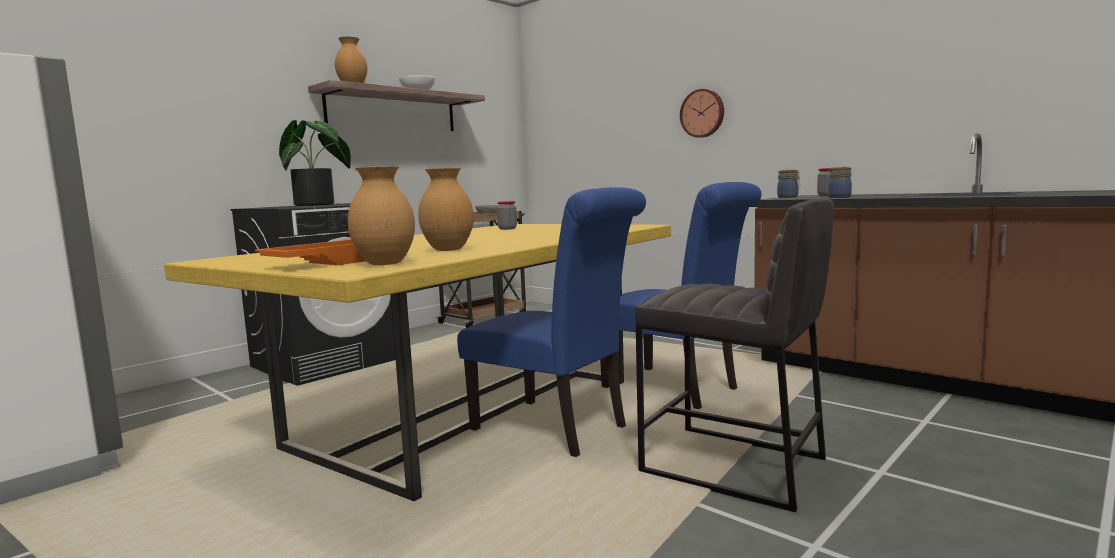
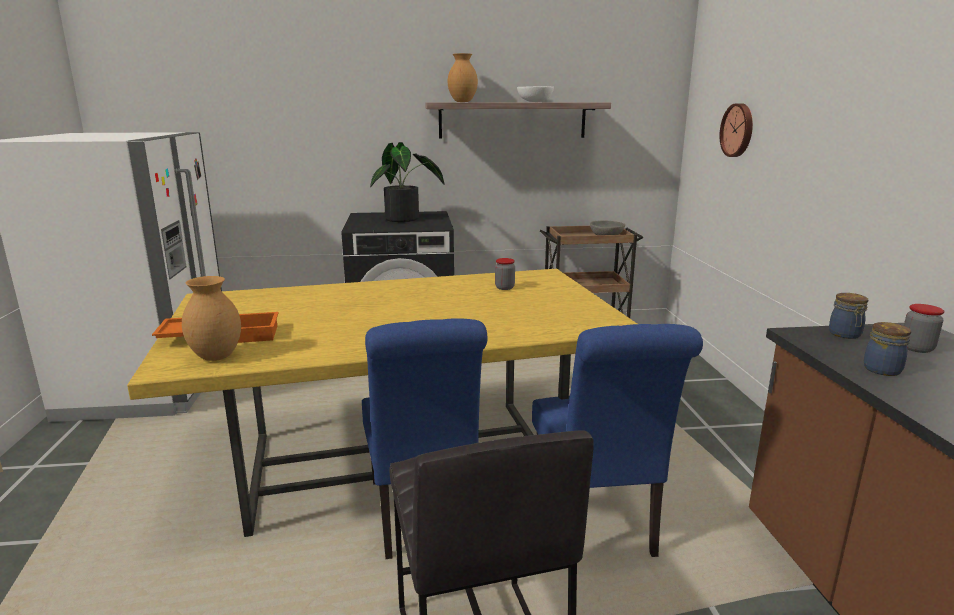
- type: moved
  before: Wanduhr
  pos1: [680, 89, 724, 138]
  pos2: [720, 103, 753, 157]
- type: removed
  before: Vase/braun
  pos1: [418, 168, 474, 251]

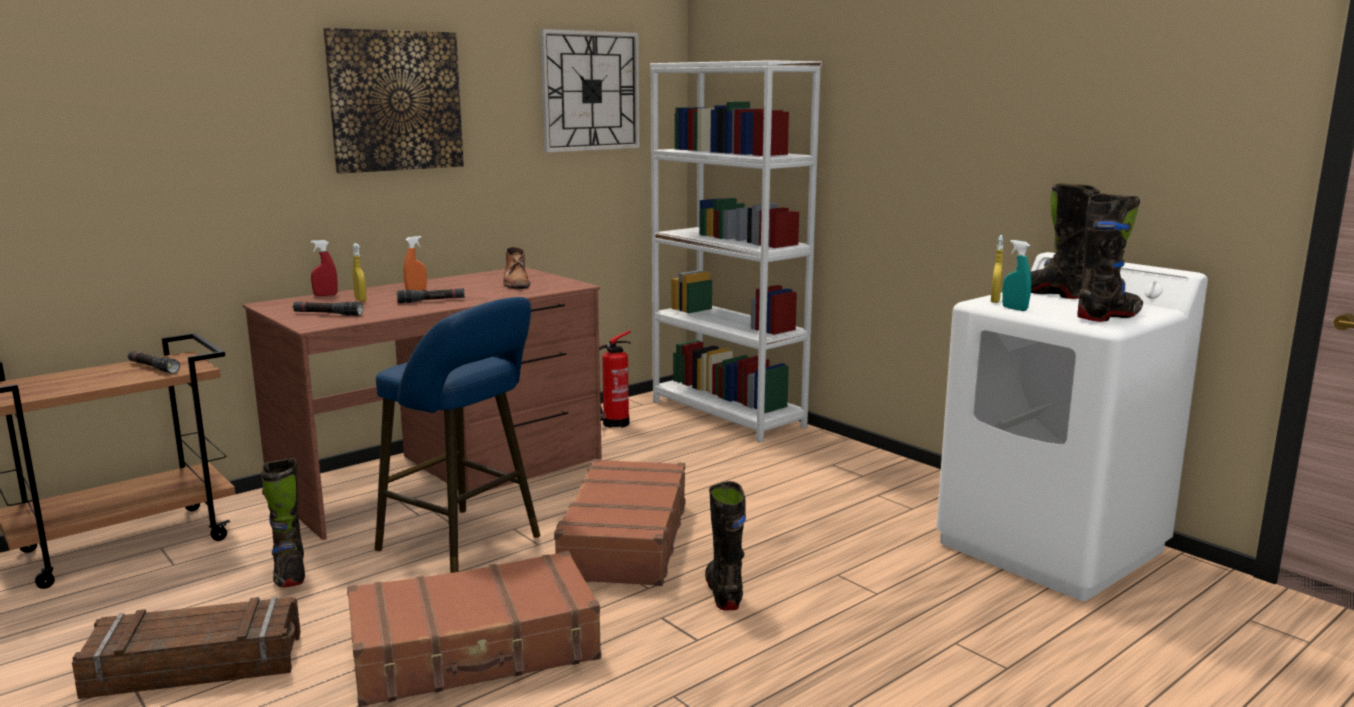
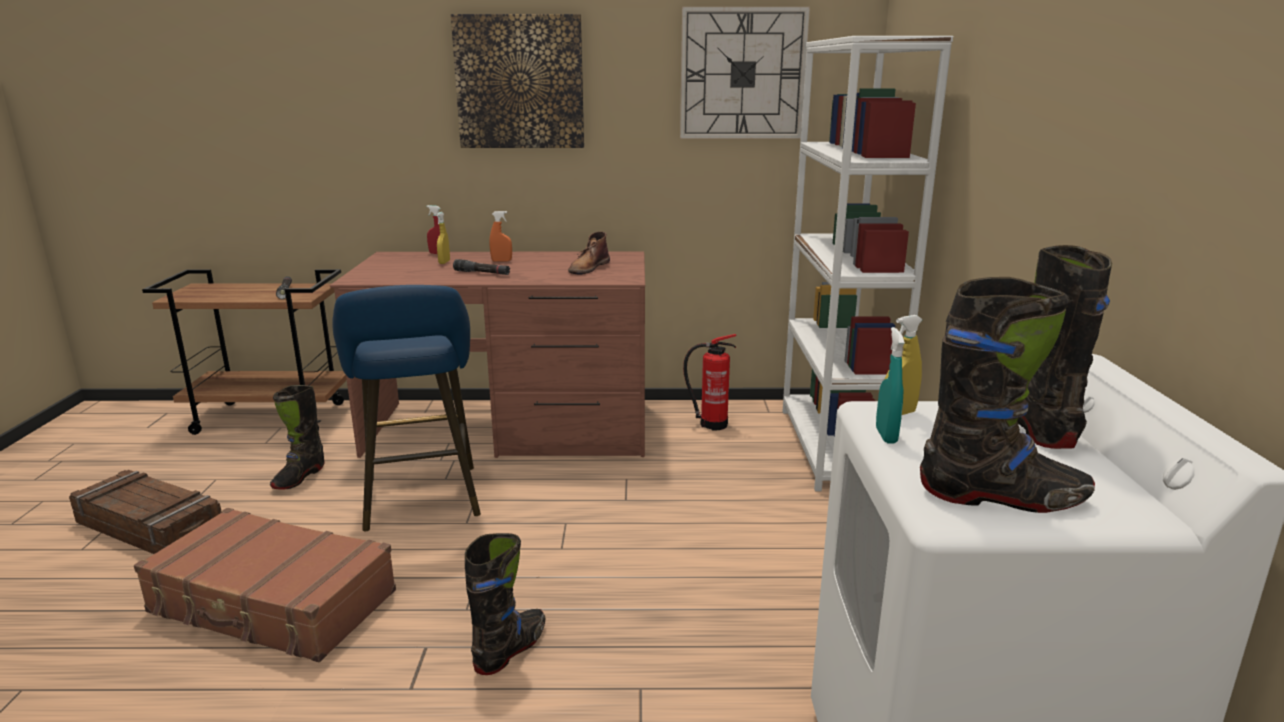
- type: removed
  before: Taschenlampe/schwarz
  pos1: [293, 302, 363, 316]
- type: removed
  before: Koffer/braun
  pos1: [554, 459, 685, 586]

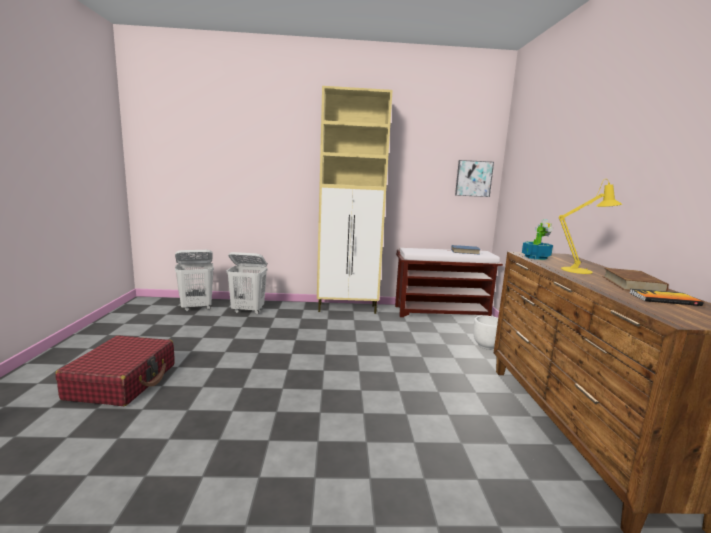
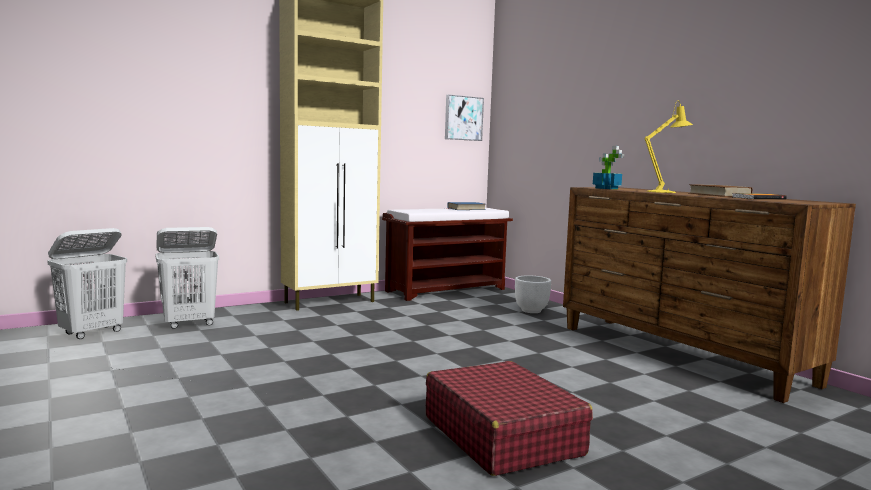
- type: moved
  before: Koffer/rot
  pos1: [55, 335, 175, 406]
  pos2: [426, 361, 593, 476]

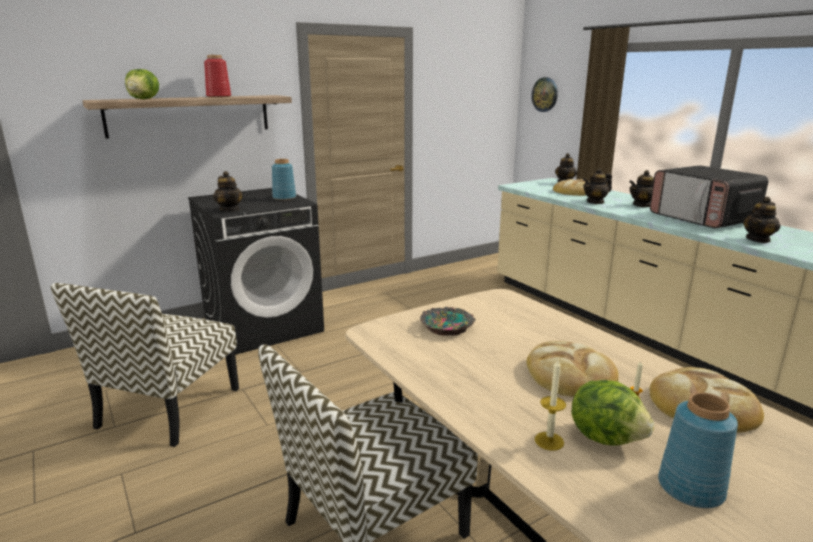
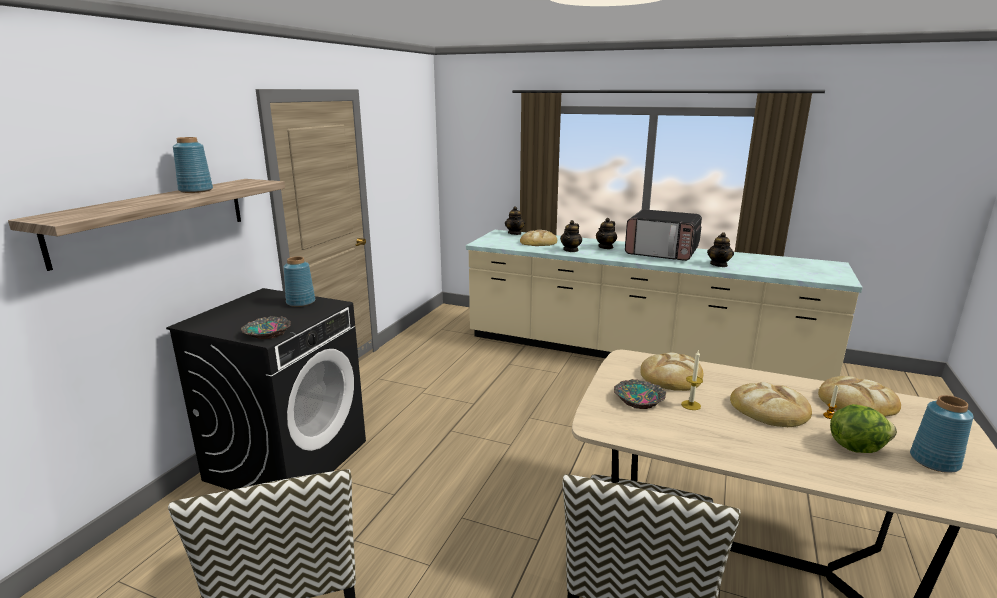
- type: recoloured
  before: Vase/rot
  after: Vase/blau
  pos1: [204, 55, 231, 98]
  pos2: [173, 137, 213, 193]
- type: removed
  before: Salatkopf
  pos1: [125, 69, 159, 99]
- type: removed
  before: Wanduhr
  pos1: [531, 77, 558, 112]
- type: replaced
  before: Teekanne
  after: Schüssel
  pos1: [213, 171, 243, 212]
  pos2: [241, 316, 291, 339]
- type: moved
  before: Kerze
  pos1: [535, 359, 566, 450]
  pos2: [681, 351, 703, 410]
- type: added
  after: Brot
  pos2: [640, 353, 703, 391]

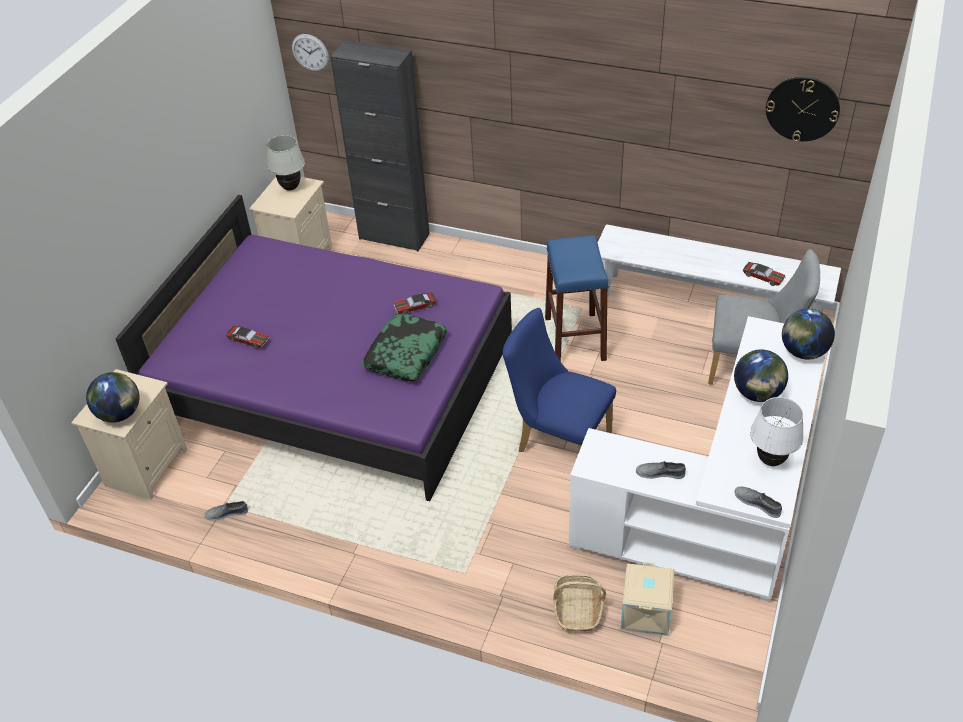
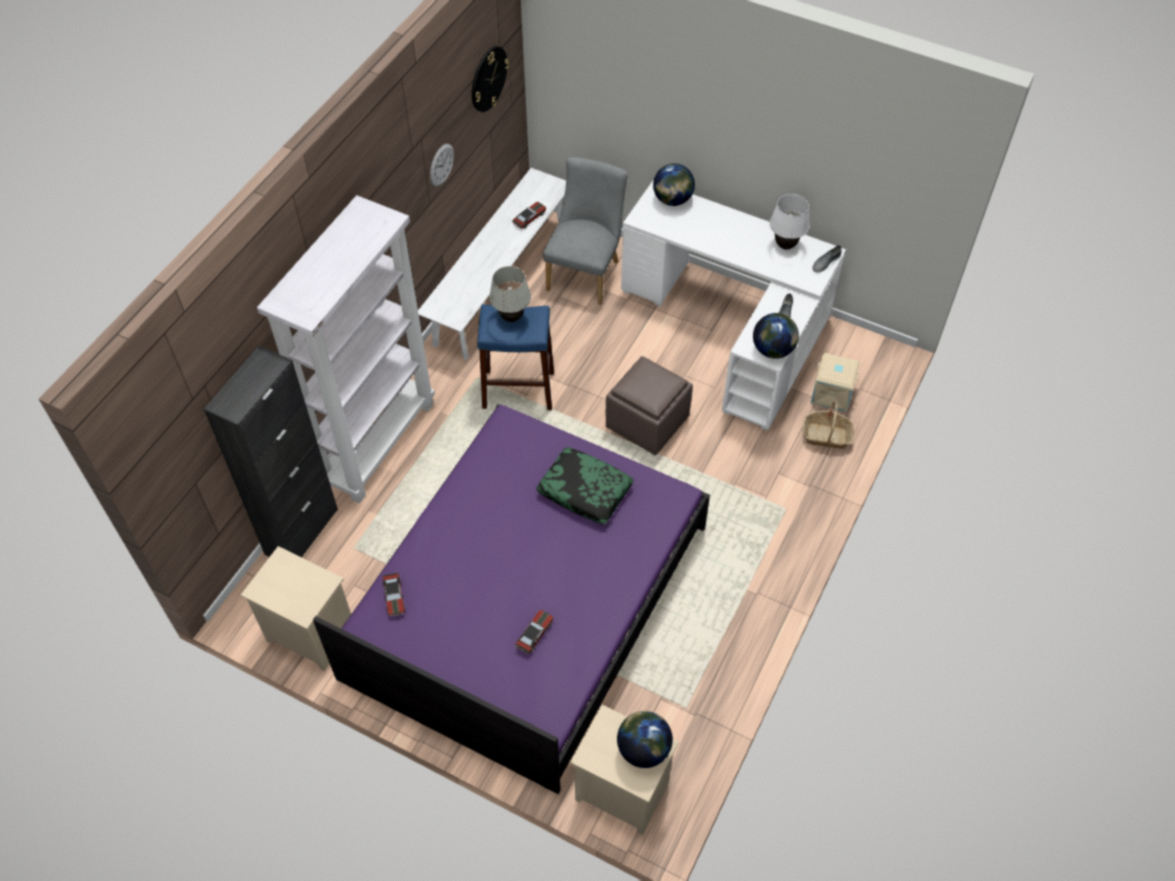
- type: moved
  before: Wanduhr
  pos1: [292, 34, 329, 71]
  pos2: [430, 144, 454, 186]
- type: moved
  before: Tischlampe/weiß
  pos1: [267, 135, 305, 191]
  pos2: [489, 266, 531, 322]
- type: moved
  before: Spielzeugauto
  pos1: [394, 292, 437, 314]
  pos2: [383, 572, 405, 617]
- type: replaced
  before: Stuhl/blau
  after: Polsterhocker/braun
  pos1: [503, 308, 616, 452]
  pos2: [606, 356, 693, 455]
- type: moved
  before: Globus
  pos1: [734, 350, 788, 402]
  pos2: [753, 313, 799, 359]
- type: removed
  before: Schuh/grau
  pos1: [205, 501, 248, 521]
- type: added
  after: Bücherregal/weiß
  pos2: [257, 195, 435, 504]

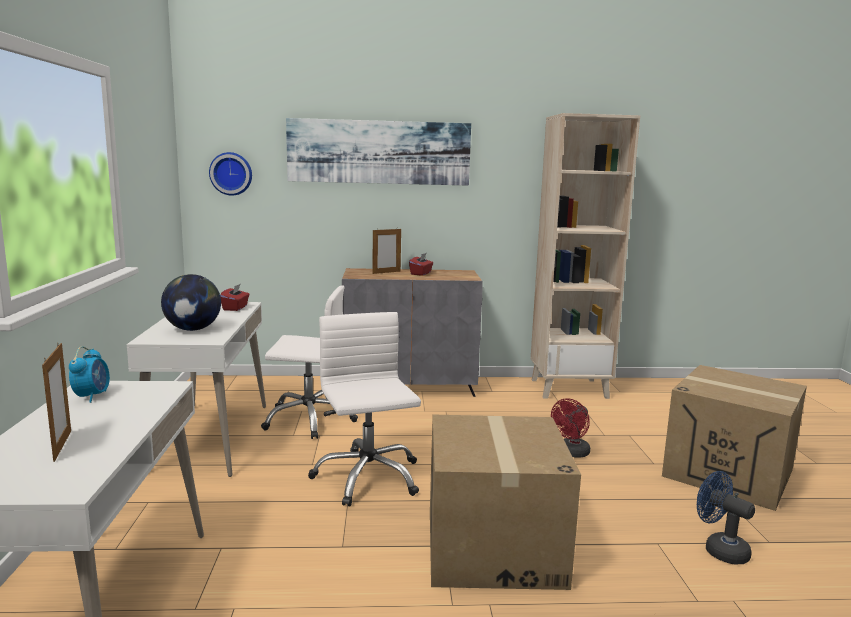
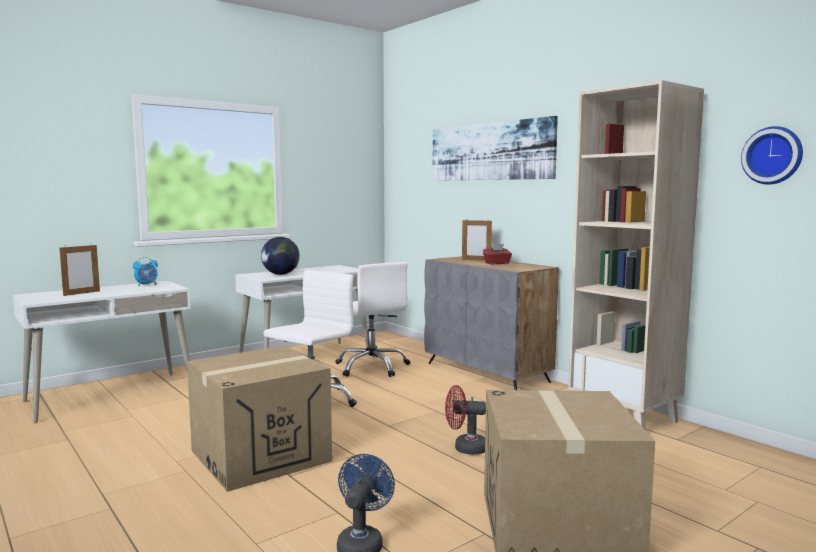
- type: moved
  before: Wanduhr
  pos1: [209, 152, 252, 196]
  pos2: [741, 126, 803, 185]
- type: removed
  before: Taschentuchbox/rot
  pos1: [220, 284, 250, 311]

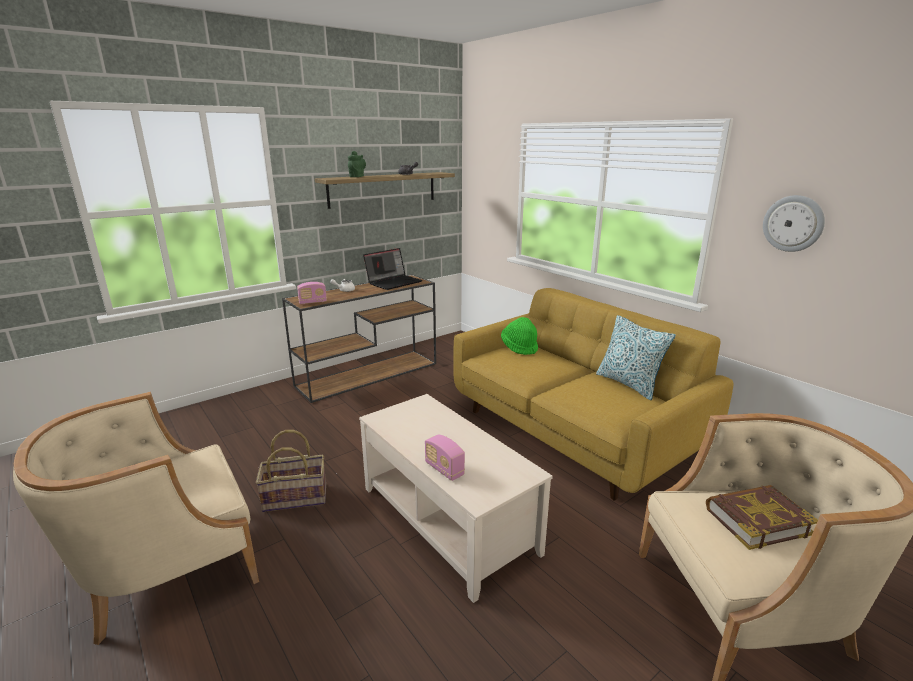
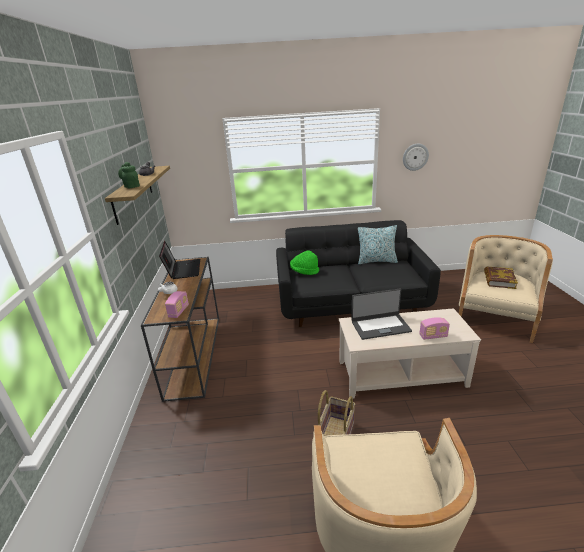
- type: recoloured
  before: Sofa/gelb
  after: Sofa/schwarz
  pos1: [454, 288, 733, 500]
  pos2: [276, 220, 441, 327]
- type: added
  after: Laptop
  pos2: [351, 288, 412, 340]

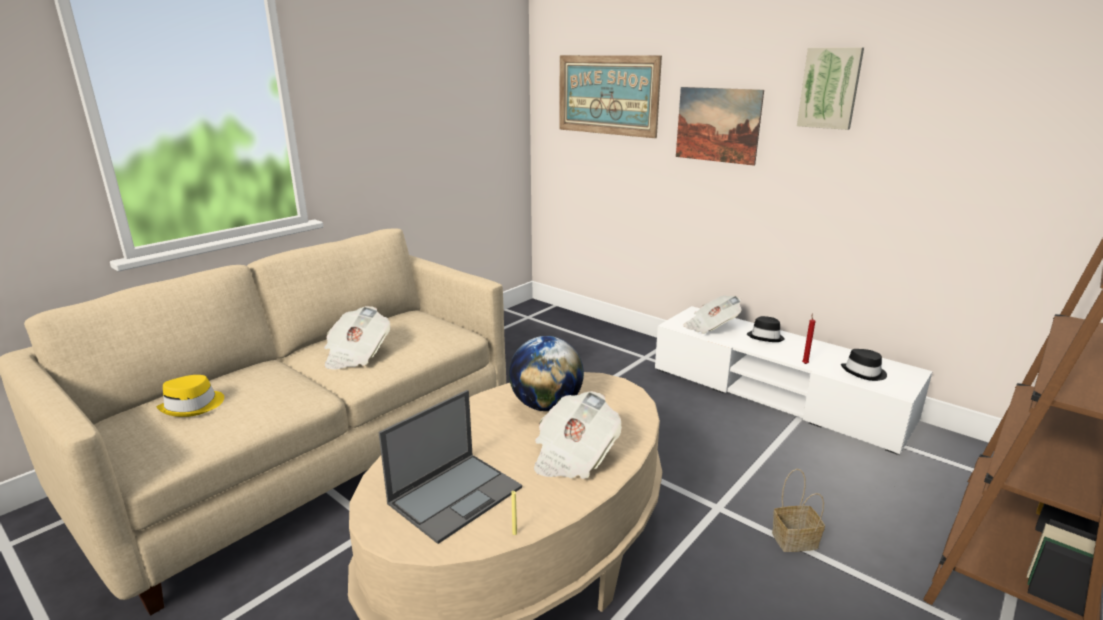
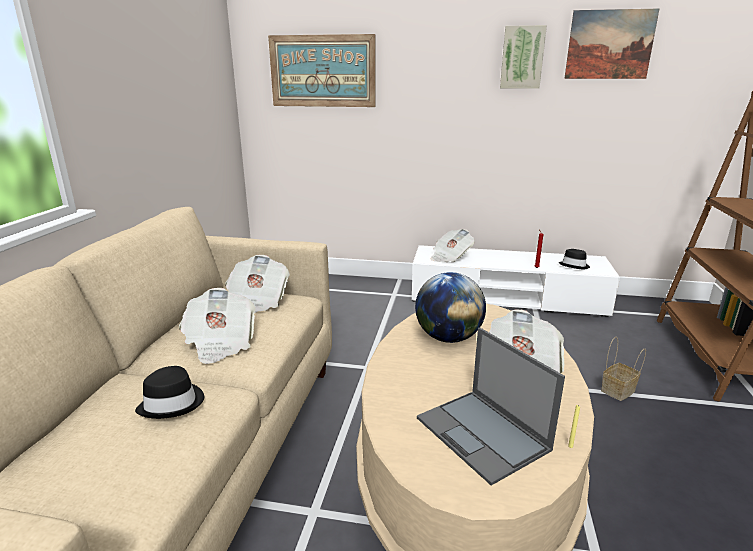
- type: moved
  before: Bild
  pos1: [676, 87, 764, 166]
  pos2: [564, 8, 660, 79]
- type: moved
  before: Hut/schwarz
  pos1: [747, 316, 785, 342]
  pos2: [135, 366, 204, 419]
- type: removed
  before: Hut/gelb
  pos1: [157, 375, 224, 417]
- type: turned
  before: Laptop
  pos1: [378, 390, 522, 544]
  pos2: [417, 327, 565, 485]
  turn: 135
- type: added
  after: Zeitung
  pos2: [225, 255, 290, 313]

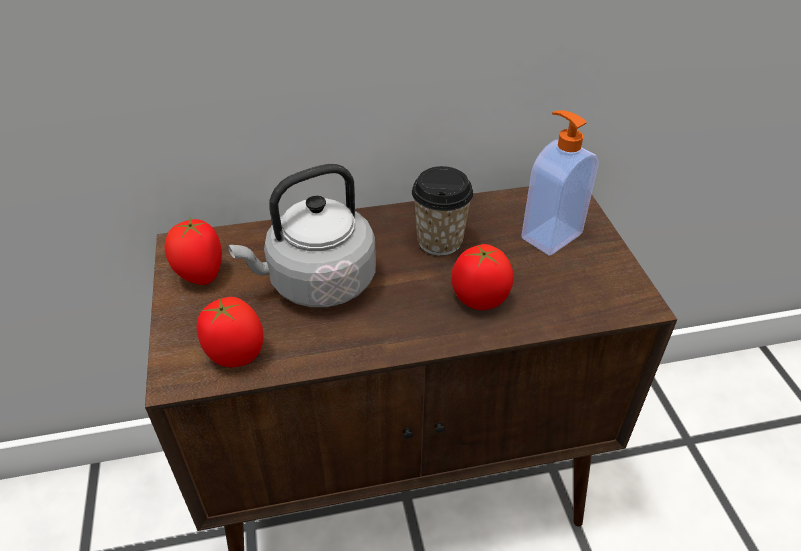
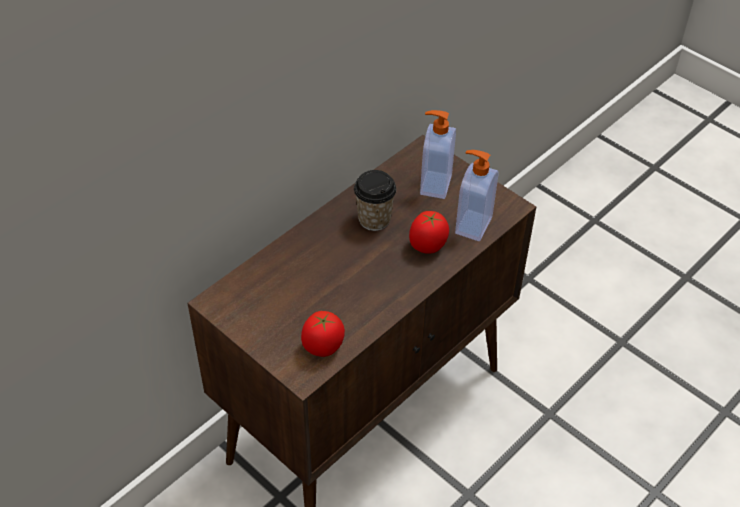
- type: removed
  before: Wasserkessel/grau
  pos1: [228, 164, 376, 307]
- type: removed
  before: Tomate
  pos1: [164, 217, 222, 285]
- type: added
  after: Seifenspender
  pos2: [455, 150, 499, 241]

